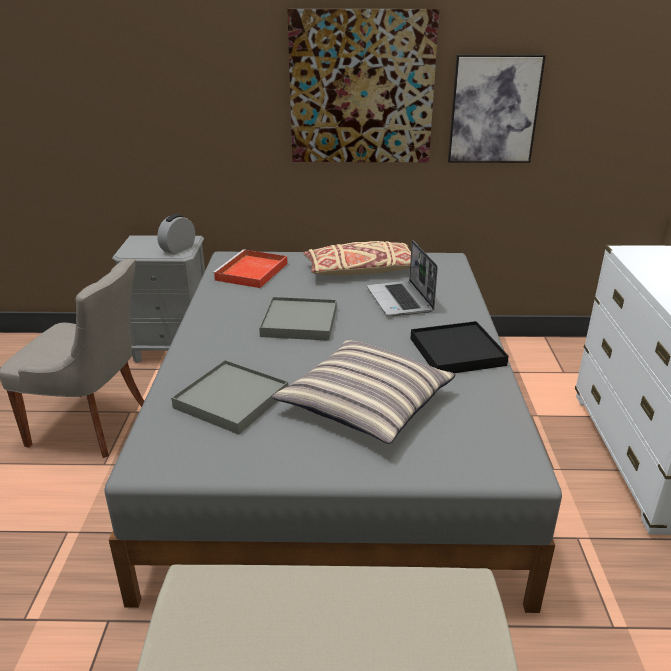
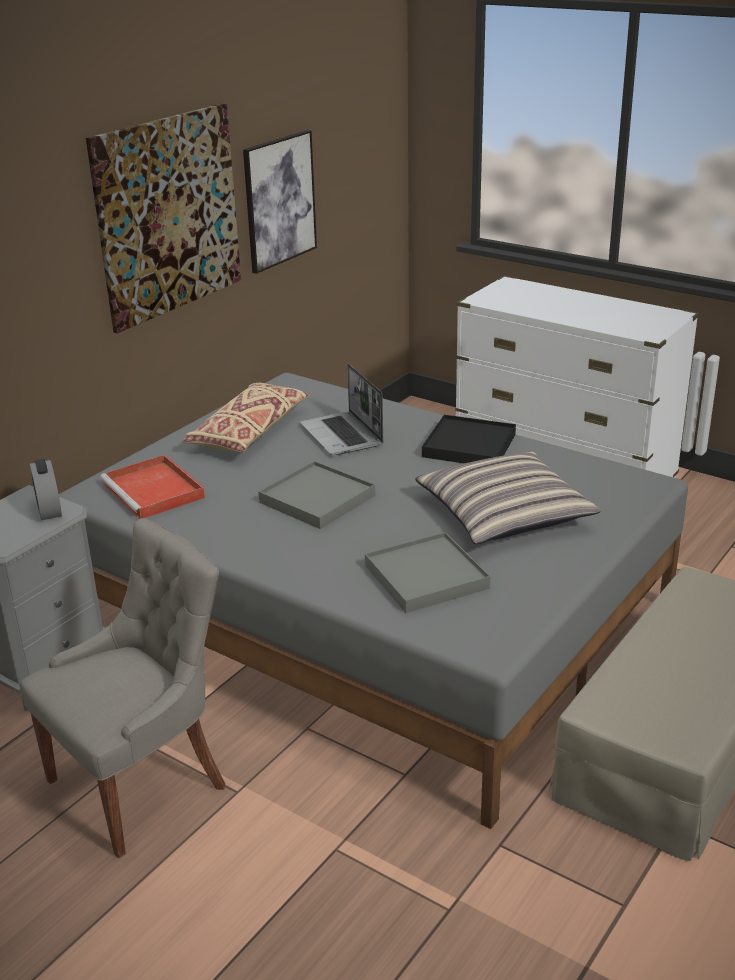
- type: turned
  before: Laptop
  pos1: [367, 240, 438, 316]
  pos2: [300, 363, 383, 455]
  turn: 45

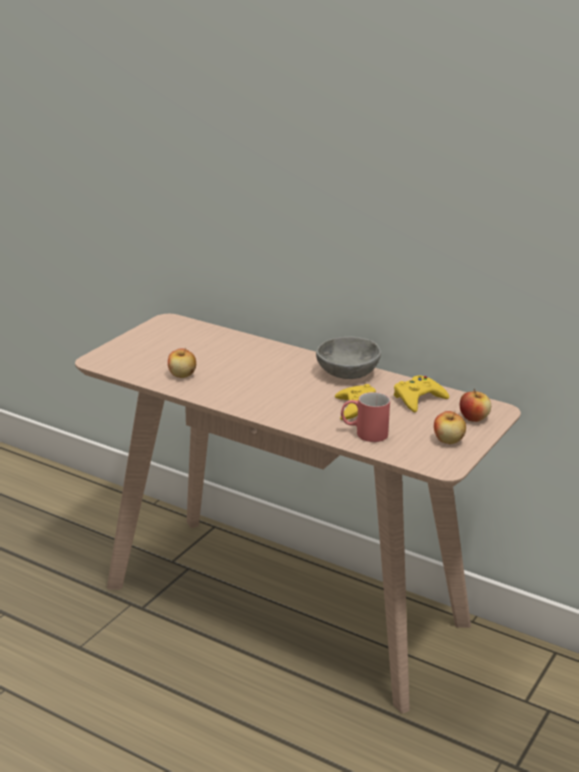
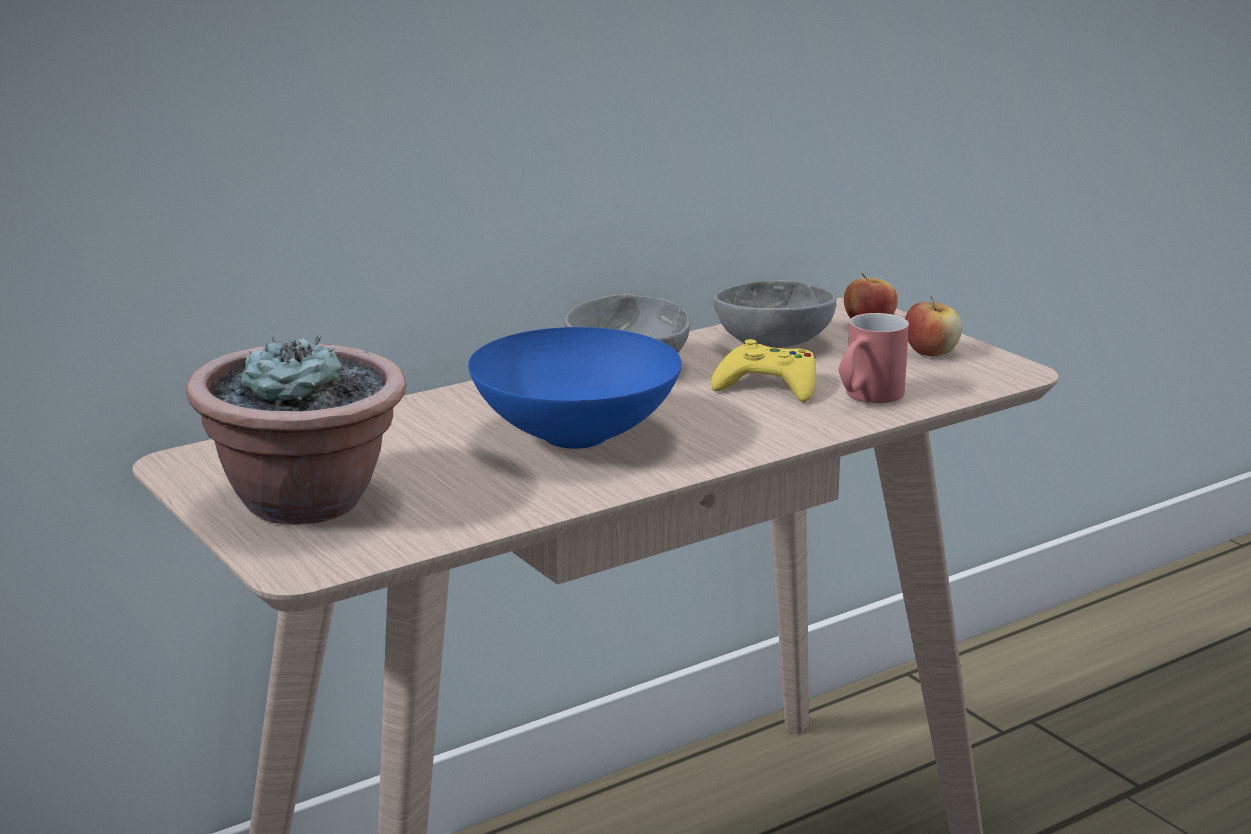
- type: removed
  before: Apfel
  pos1: [168, 348, 196, 378]
- type: replaced
  before: Gamepad/gelb
  after: Schüssel/grau
  pos1: [394, 375, 449, 412]
  pos2: [713, 280, 836, 348]
- type: added
  after: Schüssel/blau
  pos2: [468, 327, 682, 449]
- type: added
  after: Topfpflanze
  pos2: [186, 335, 407, 525]

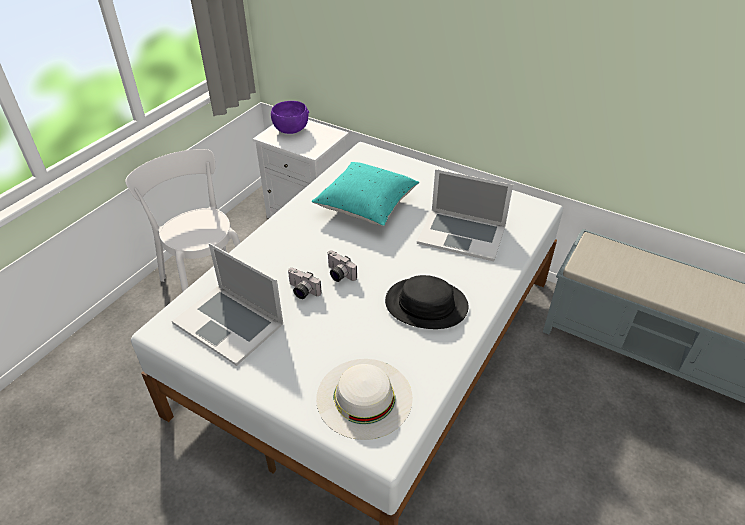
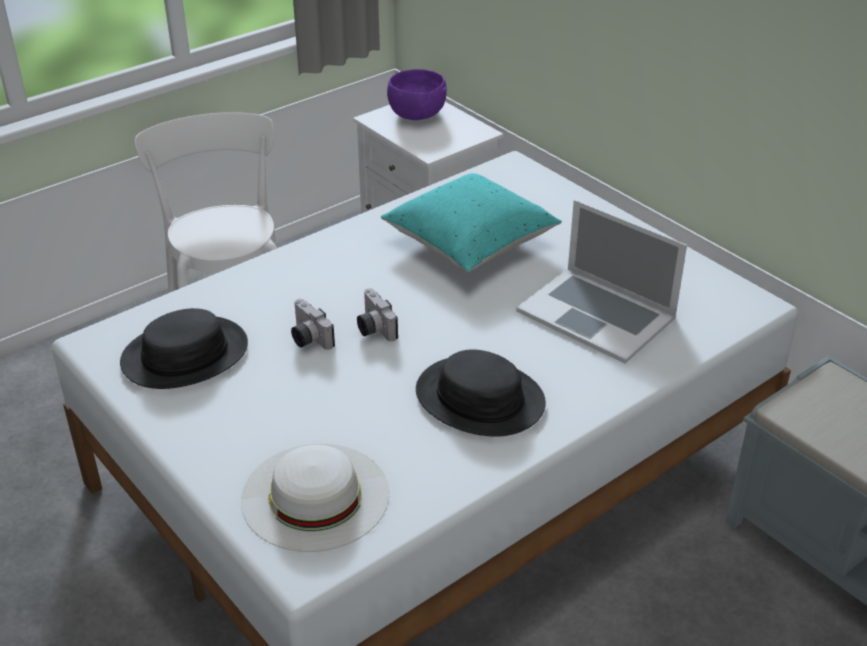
- type: replaced
  before: Laptop
  after: Hut/schwarz
  pos1: [172, 243, 283, 366]
  pos2: [120, 308, 248, 389]

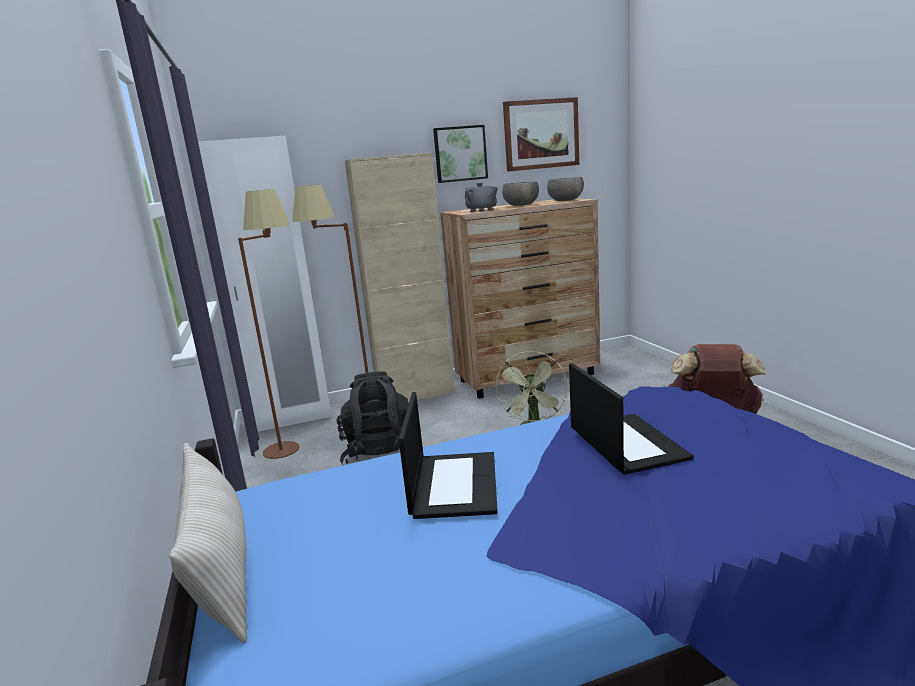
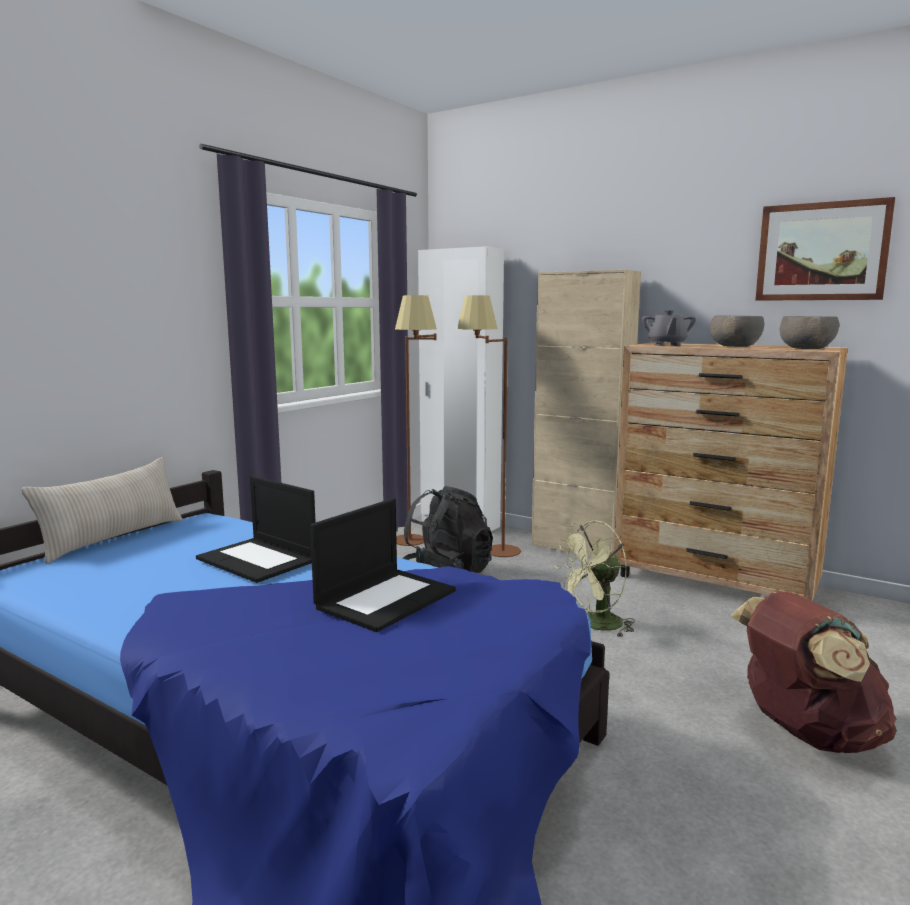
- type: removed
  before: Bild
  pos1: [433, 125, 488, 183]
- type: turned
  before: Laptop
  pos1: [399, 392, 498, 519]
  pos2: [196, 476, 316, 583]
  turn: 75

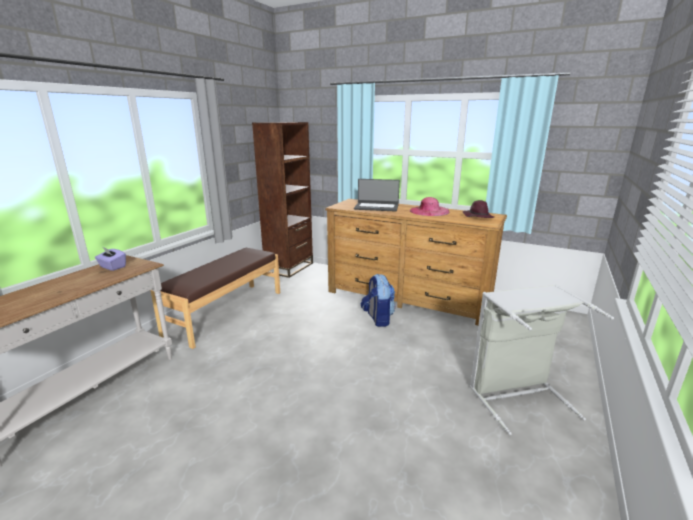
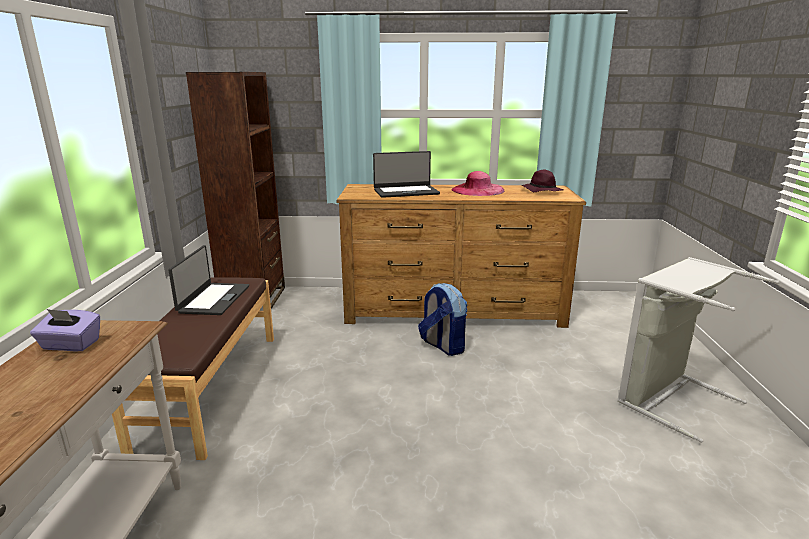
- type: added
  after: Laptop
  pos2: [168, 245, 249, 315]

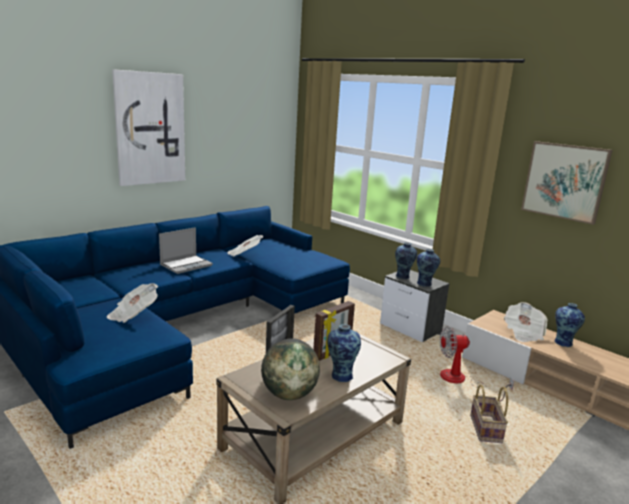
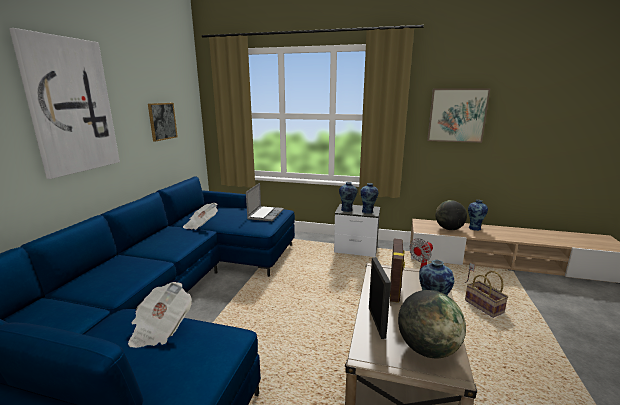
- type: moved
  before: Laptop
  pos1: [159, 227, 213, 274]
  pos2: [246, 183, 284, 221]
- type: replaced
  before: Zeitung
  after: Globus
  pos1: [504, 302, 548, 342]
  pos2: [435, 200, 467, 230]
- type: added
  after: Bild
  pos2: [148, 103, 178, 142]

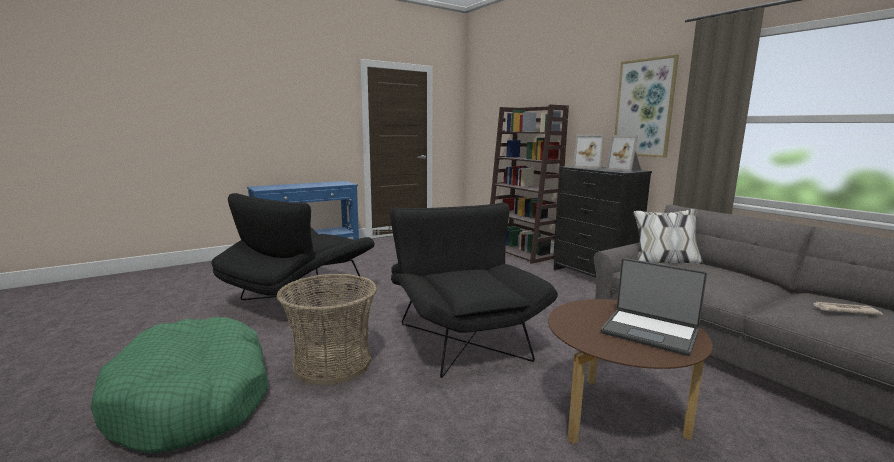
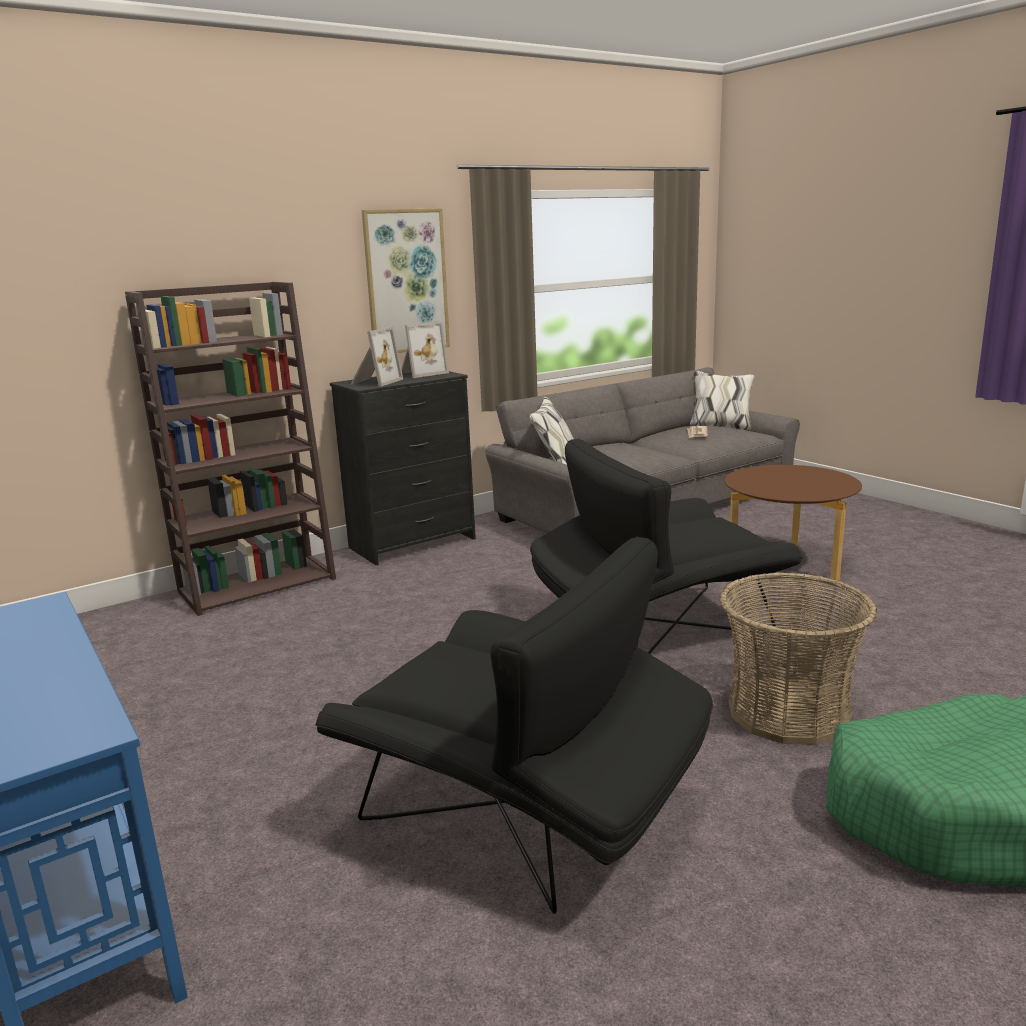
- type: removed
  before: Laptop
  pos1: [601, 258, 707, 356]

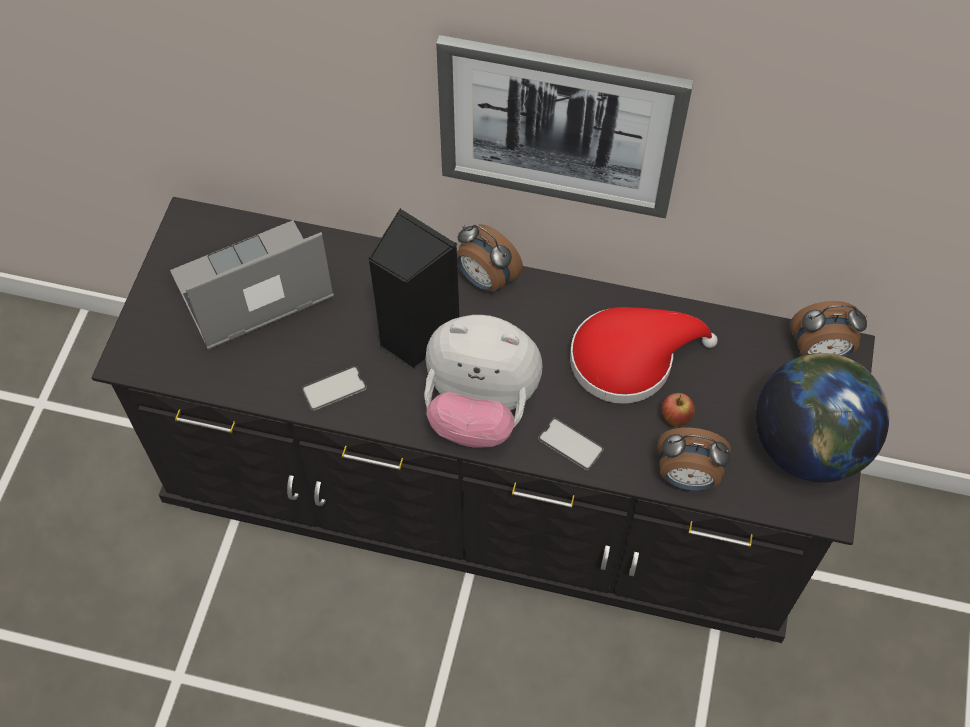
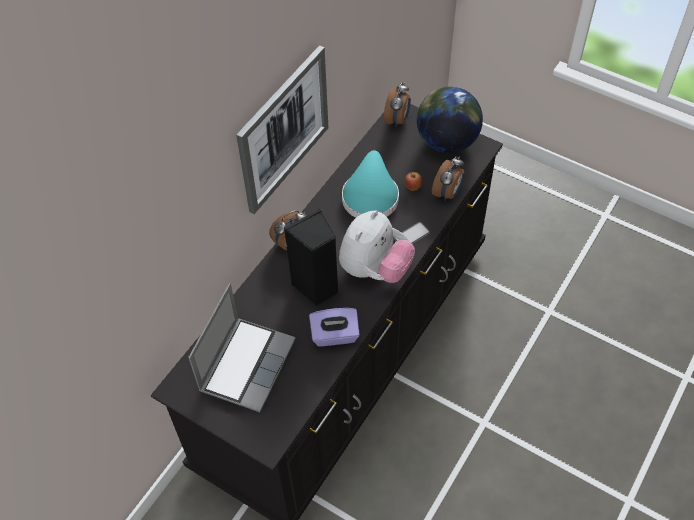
- type: turned
  before: Laptop
  pos1: [170, 220, 334, 350]
  pos2: [188, 283, 296, 412]
  turn: -150
- type: recoloured
  before: Hut/rot
  after: Hut/türkis
  pos1: [570, 307, 718, 404]
  pos2: [342, 150, 399, 218]
- type: replaced
  before: Handy
  after: Taschentuchbox/lila
  pos1: [302, 366, 367, 411]
  pos2: [309, 308, 360, 346]

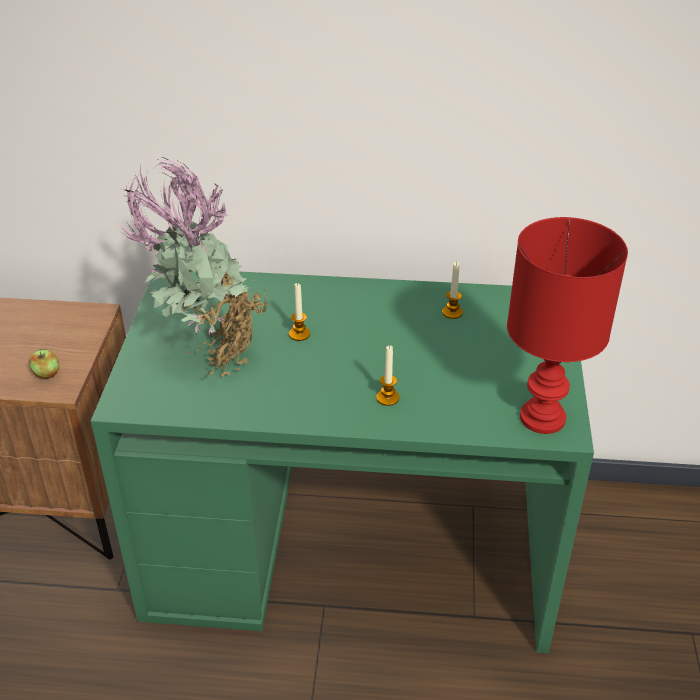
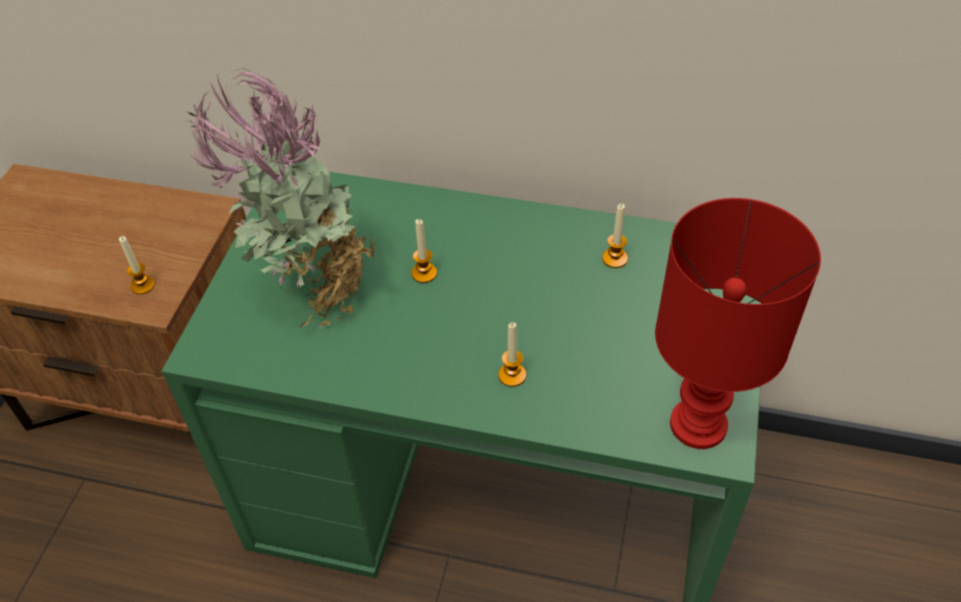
- type: replaced
  before: Apfel
  after: Kerze
  pos1: [29, 349, 59, 379]
  pos2: [119, 236, 155, 294]

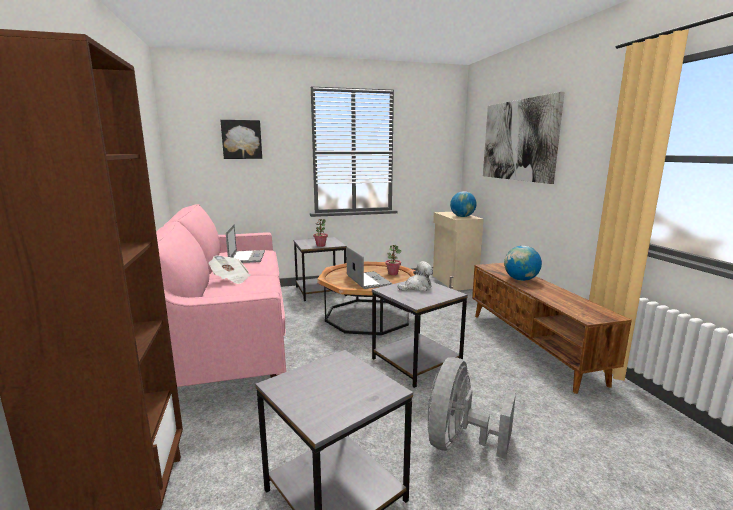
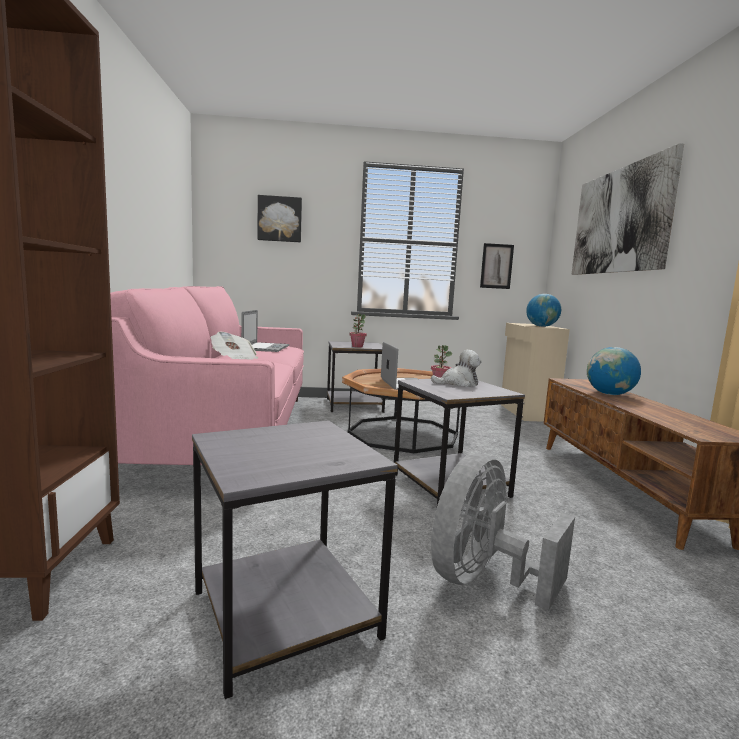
- type: added
  after: Bild
  pos2: [480, 243, 514, 289]

